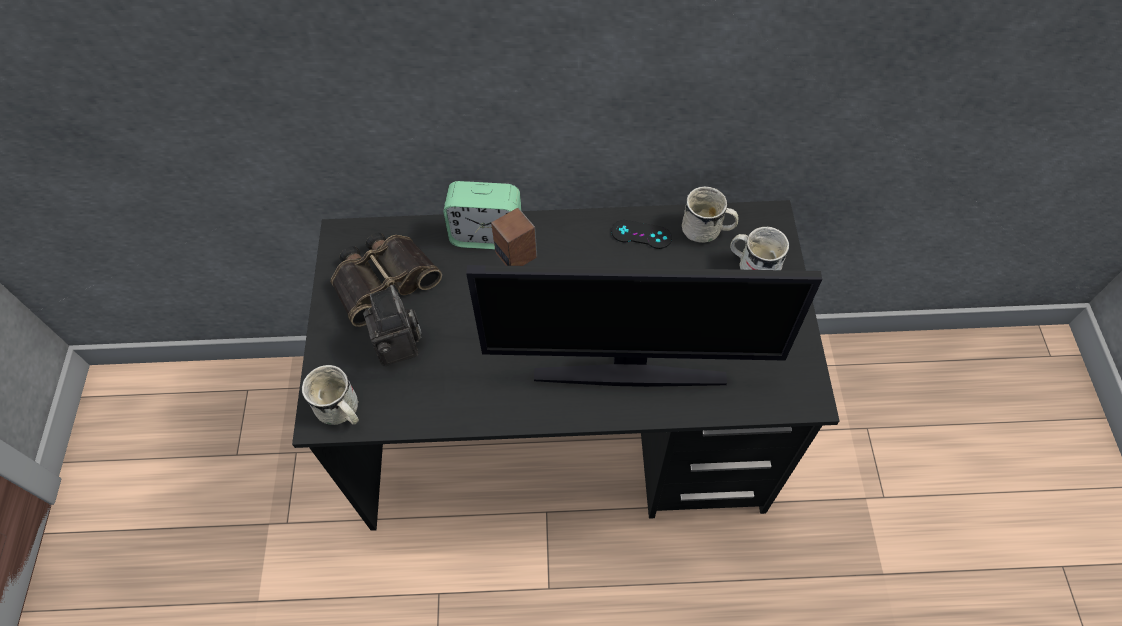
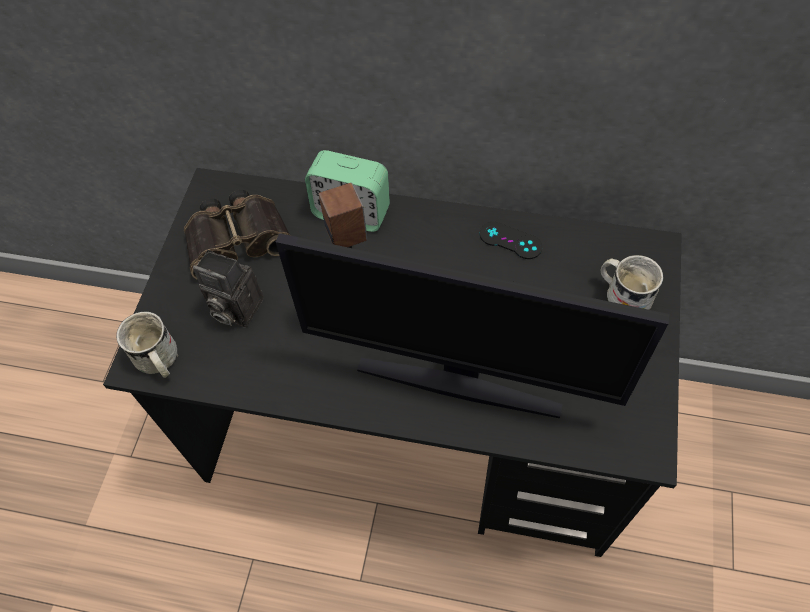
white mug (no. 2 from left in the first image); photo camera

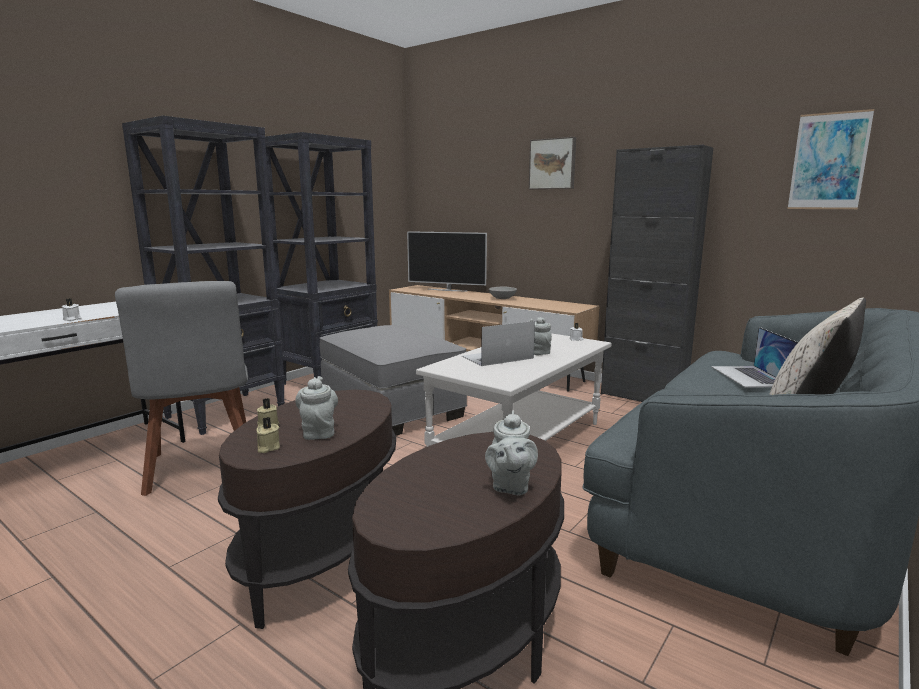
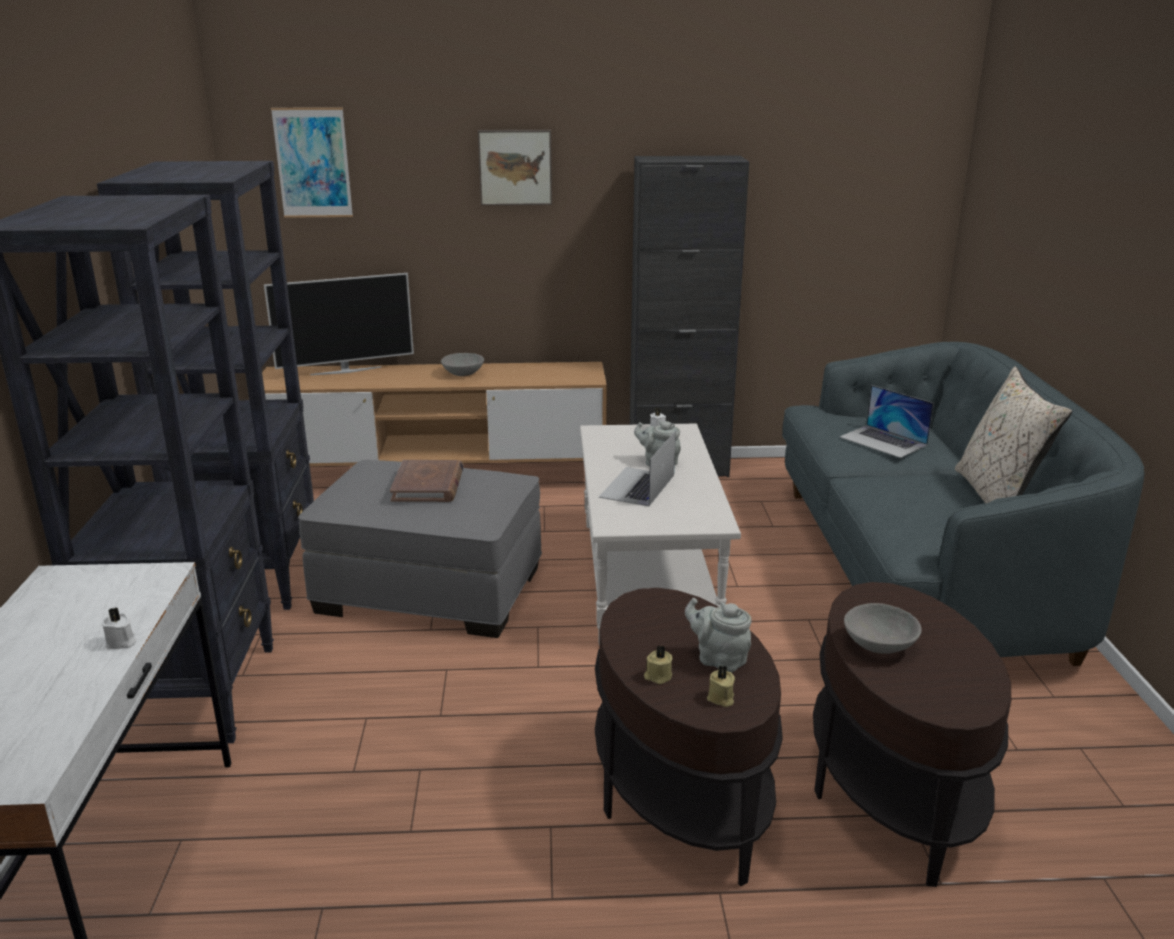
picture (no. 1 from left); grey chair; grey teapot (no. 2 from left in the first image); brown book; grey bowl (no. 2 from left)

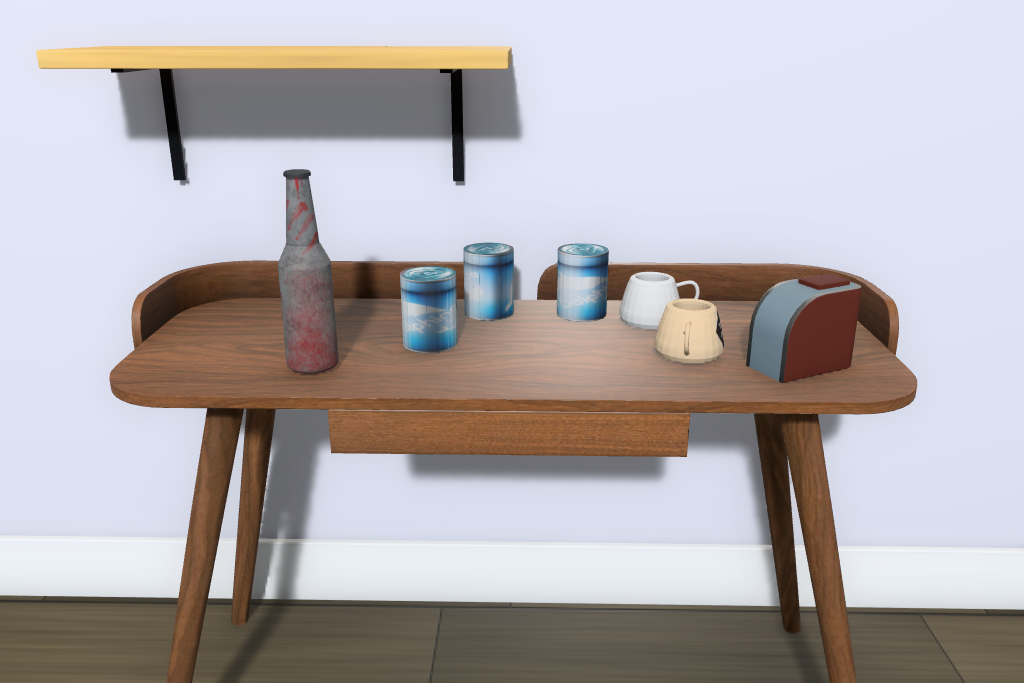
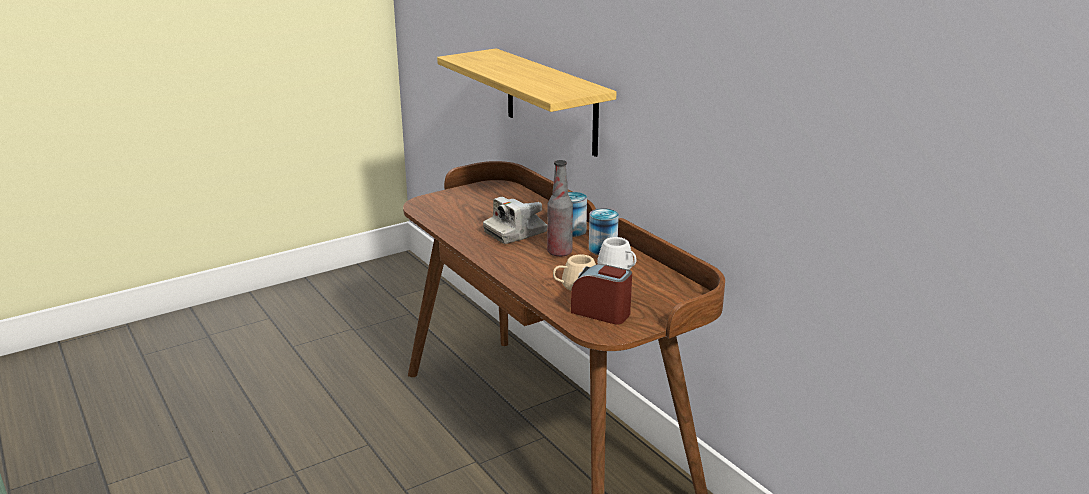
bottle; photo camera

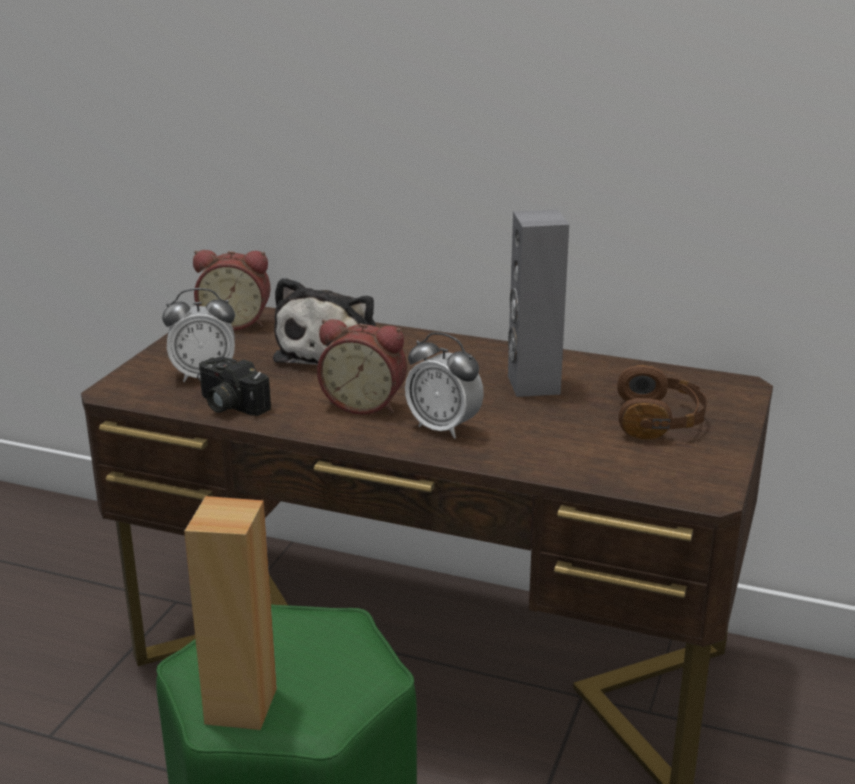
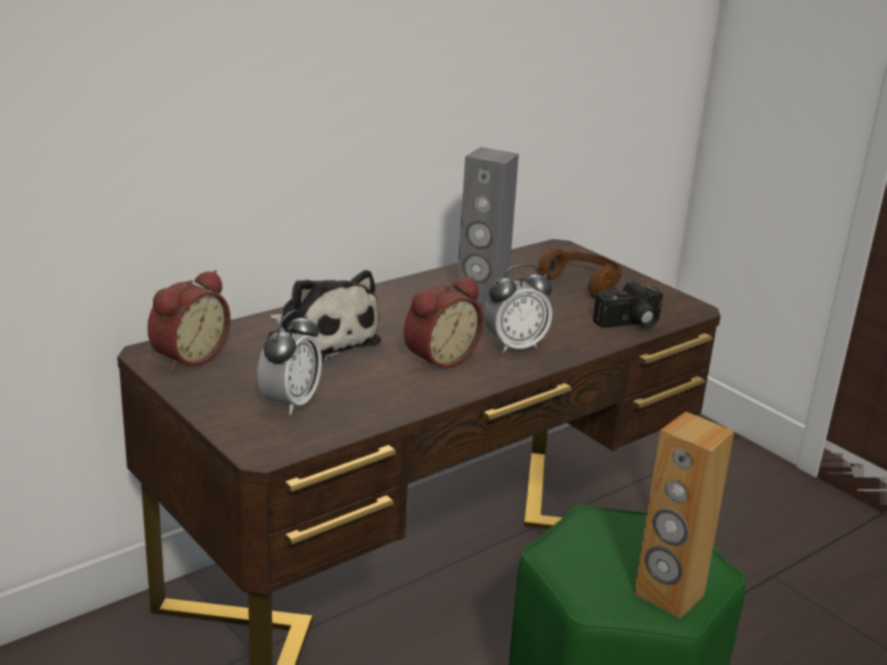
photo camera

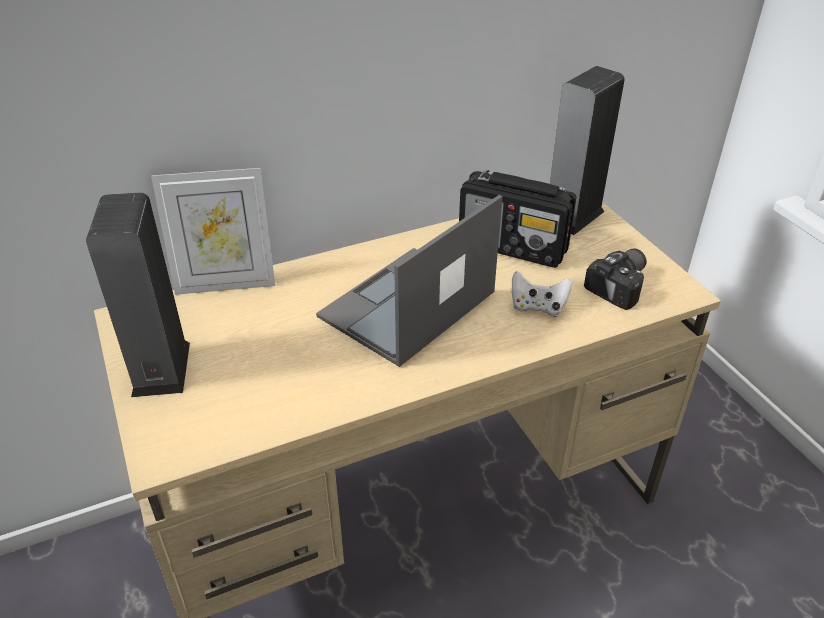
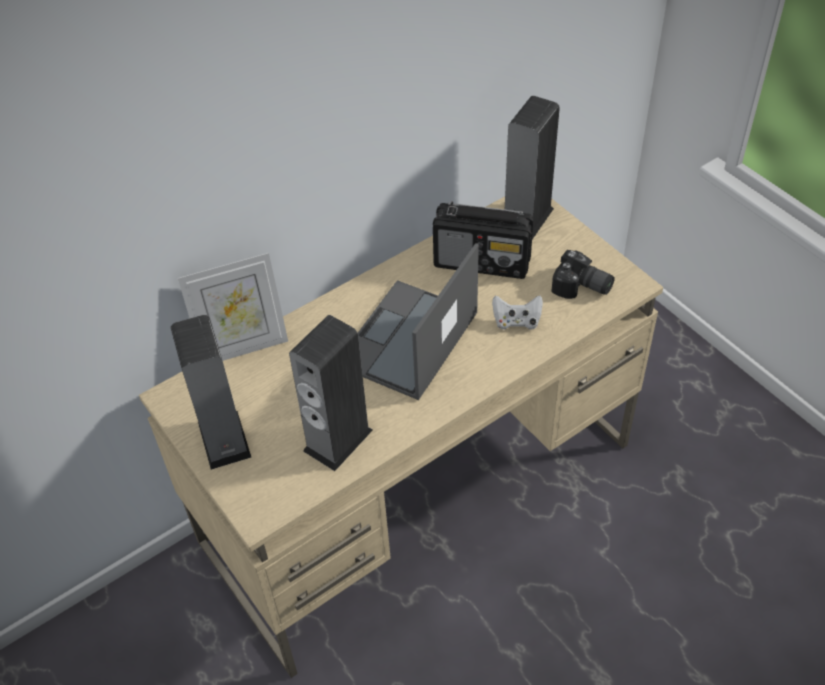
photo camera; speaker (no. 2 from left)

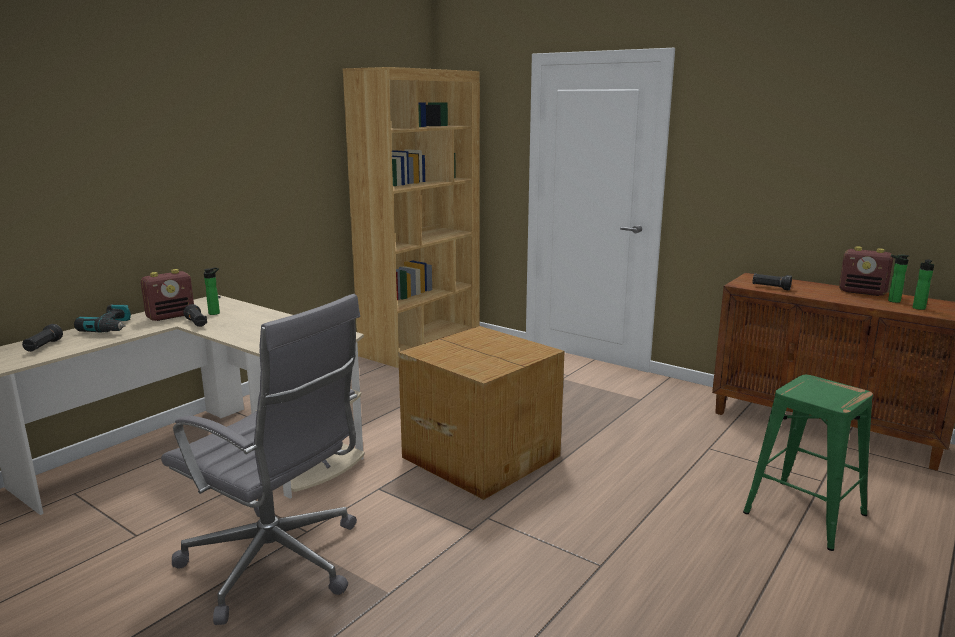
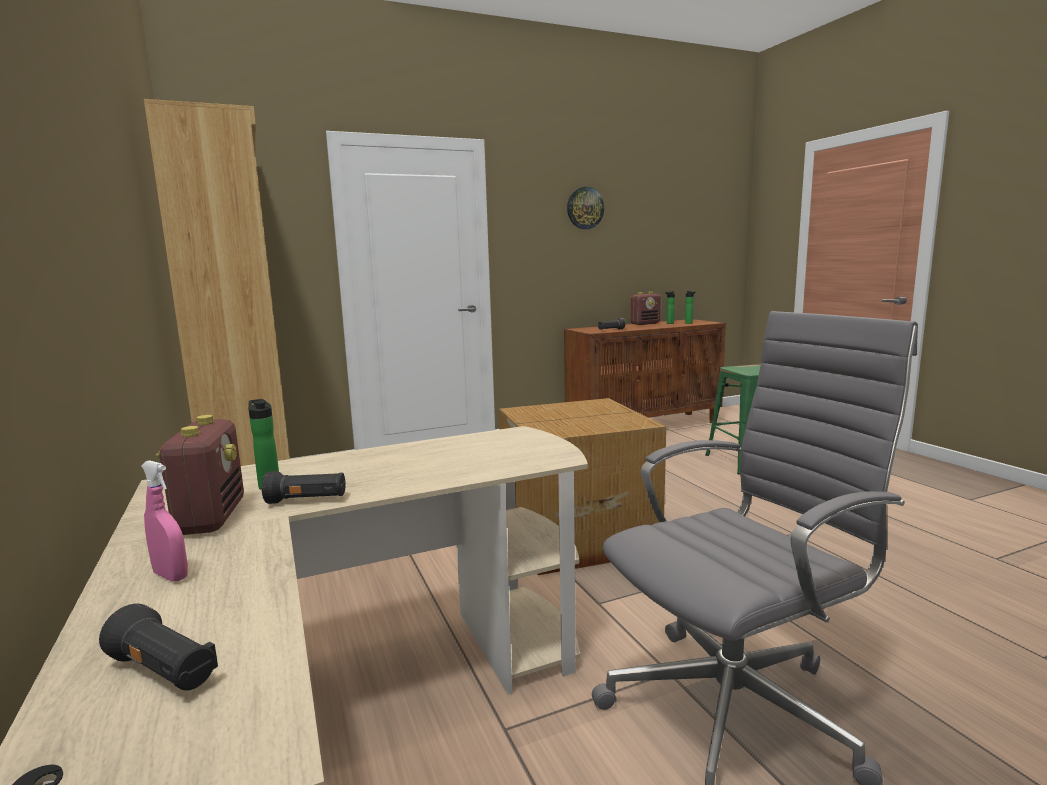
pink spray bottle; wall clock

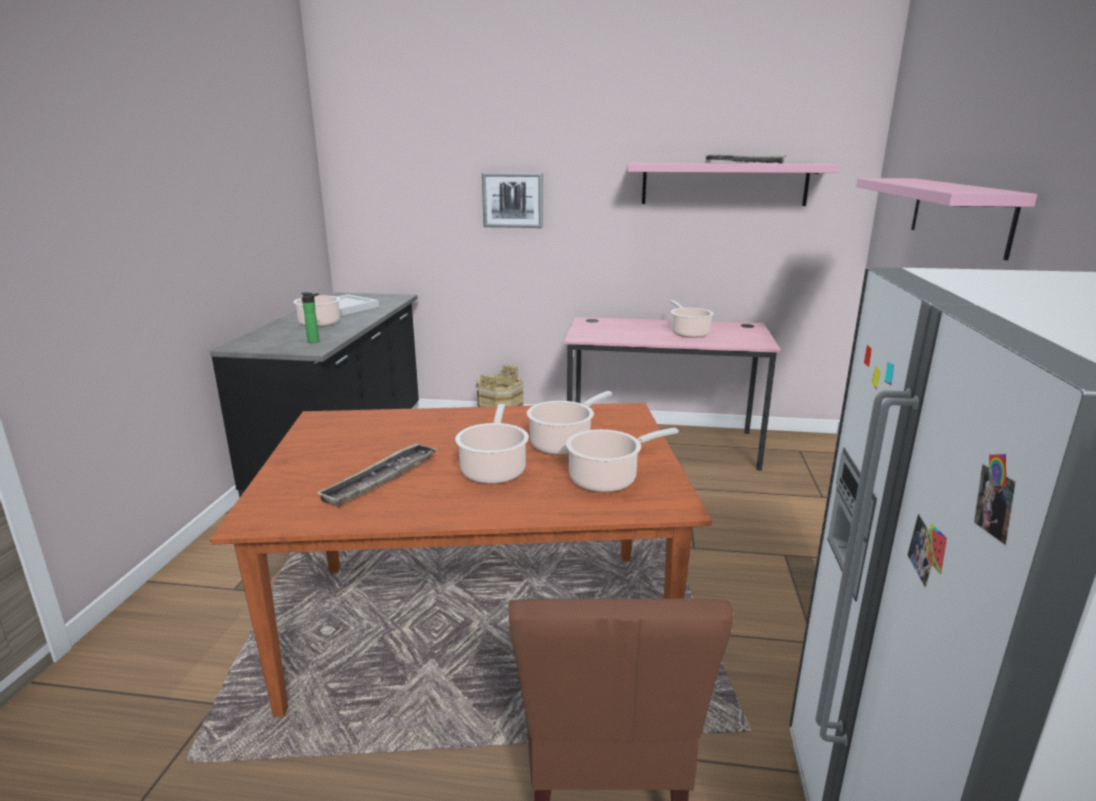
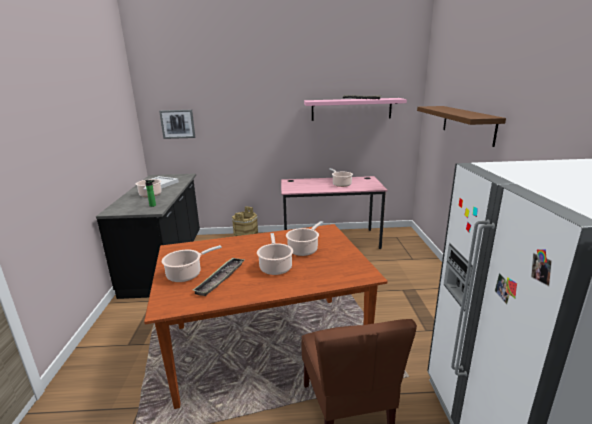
picture; brown shelf; cooking pot (no. 2 from left)

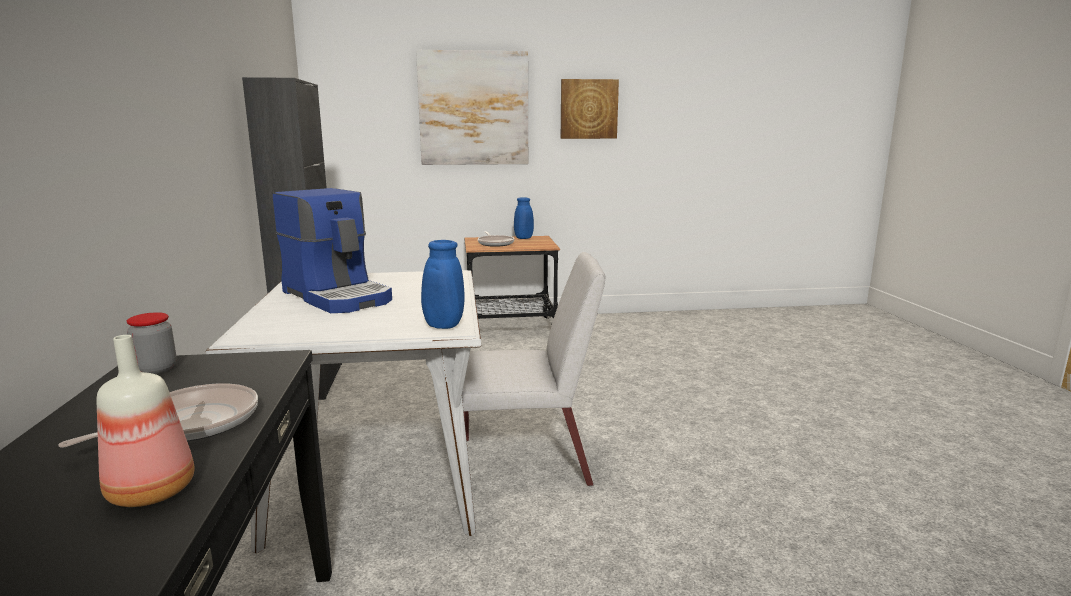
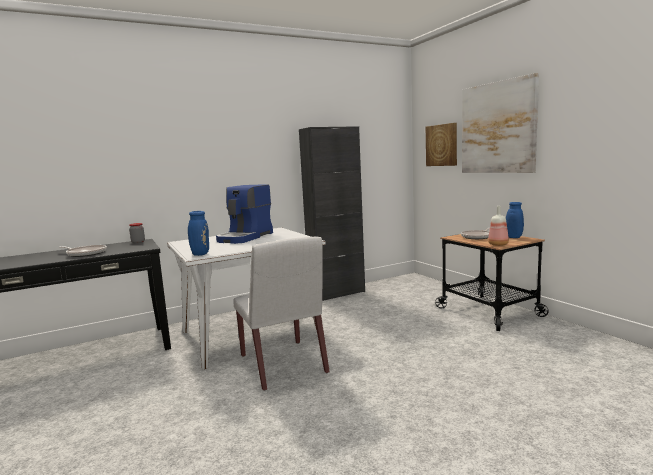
picture (no. 1 from left); bottle

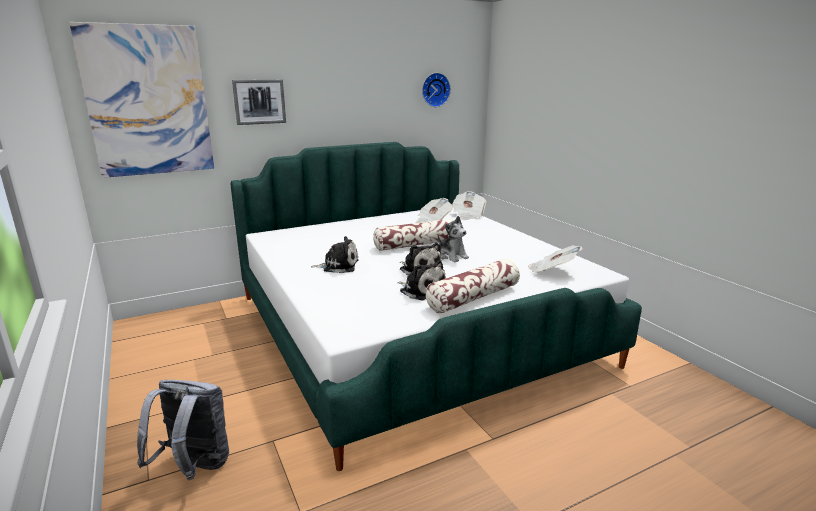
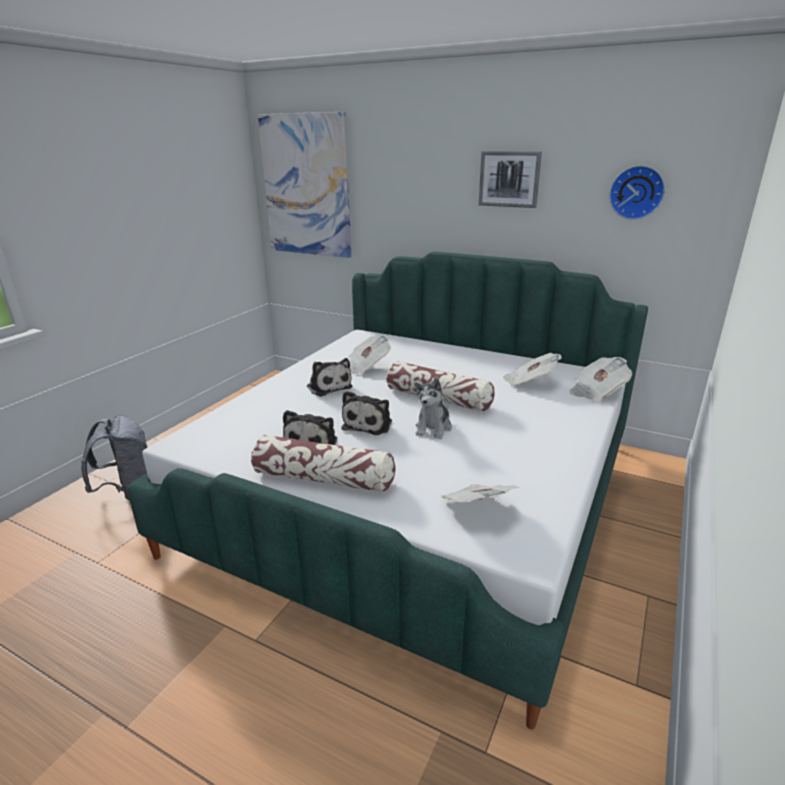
picture (no. 2 from left); newspaper (no. 1 from left)

